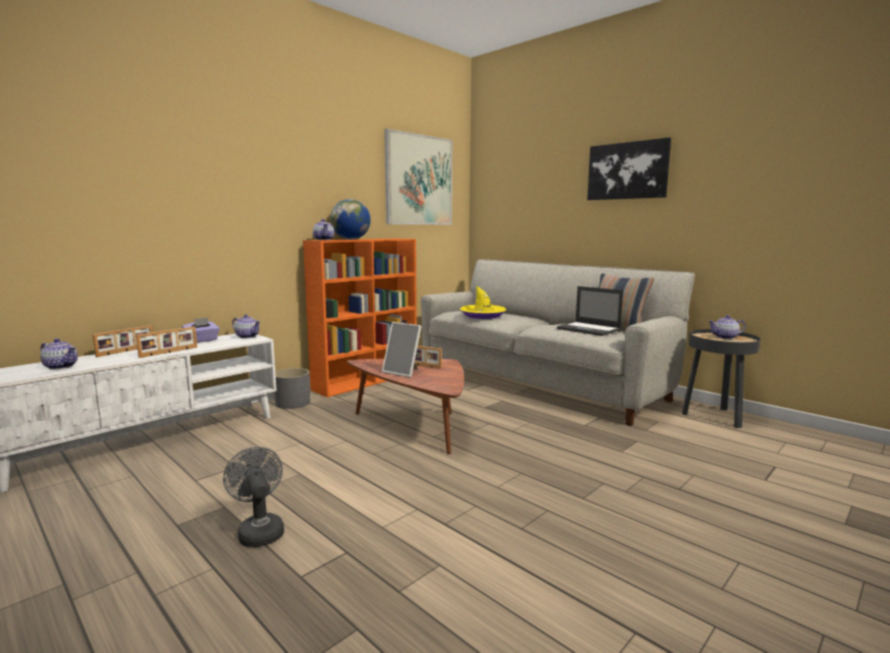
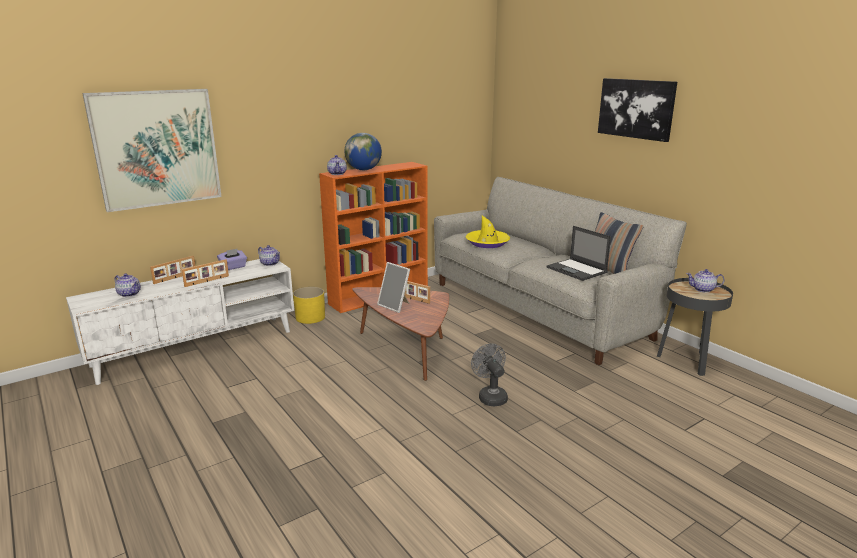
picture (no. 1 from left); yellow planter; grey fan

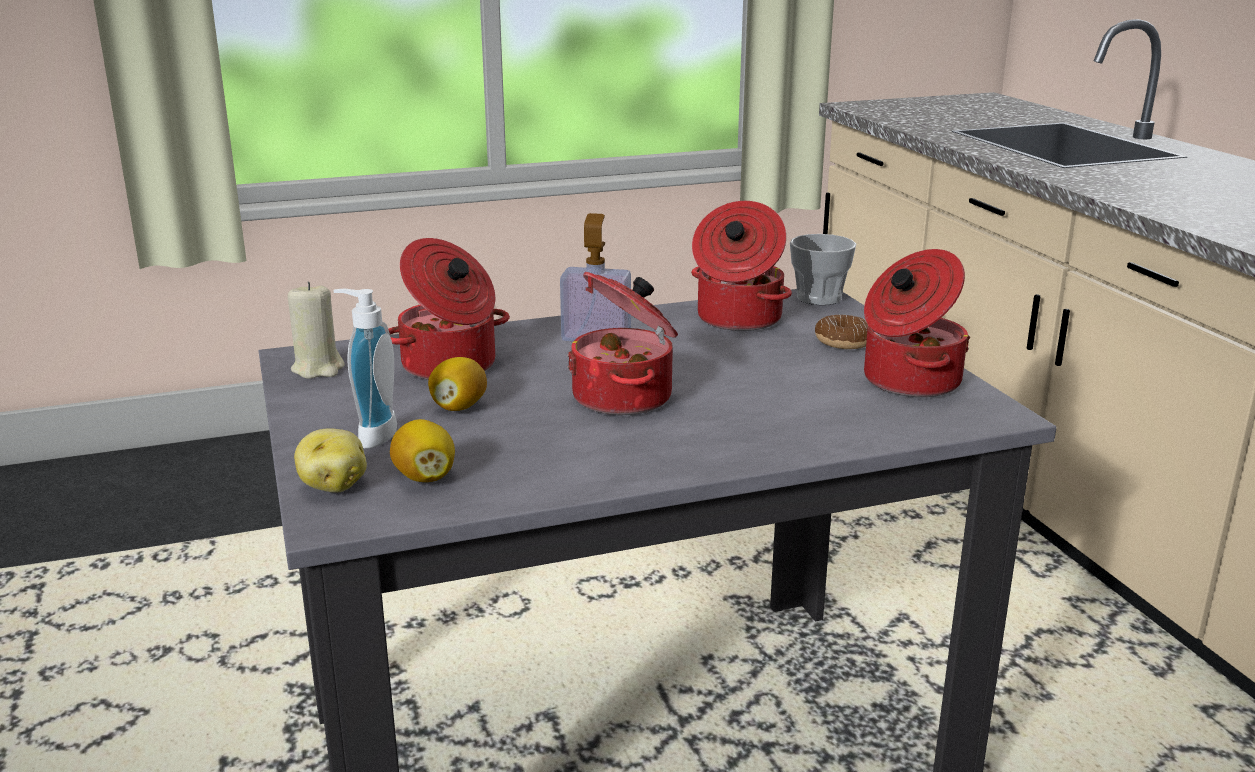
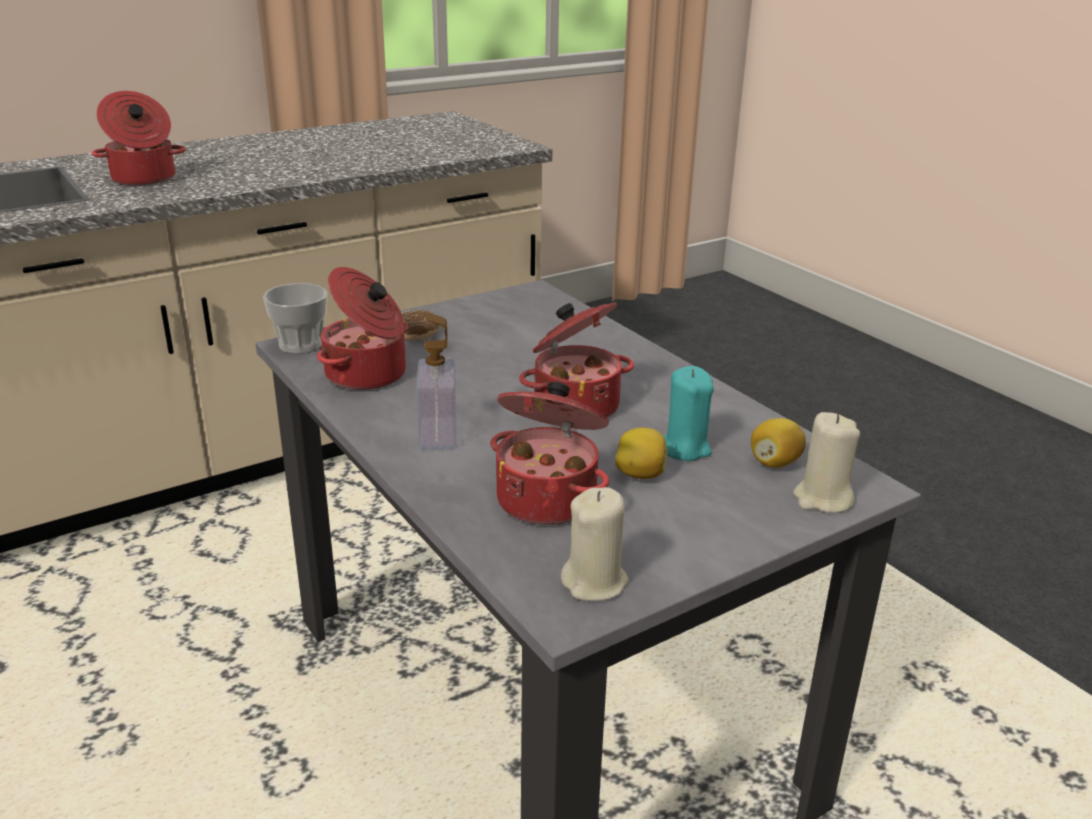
cooking pot (no. 1 from left); soap dispenser (no. 1 from left in the first image); beige candle (no. 2 from left); turquoise candle

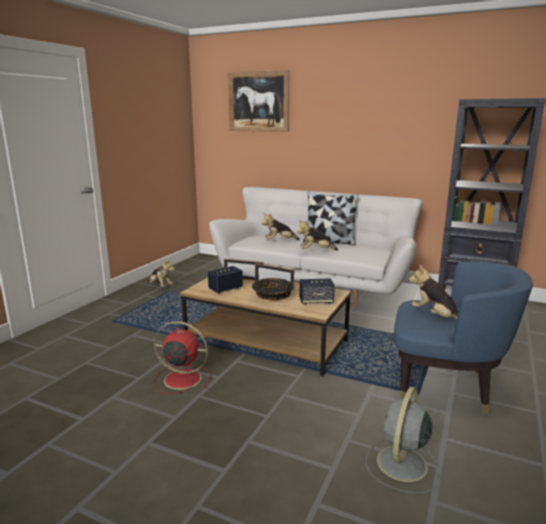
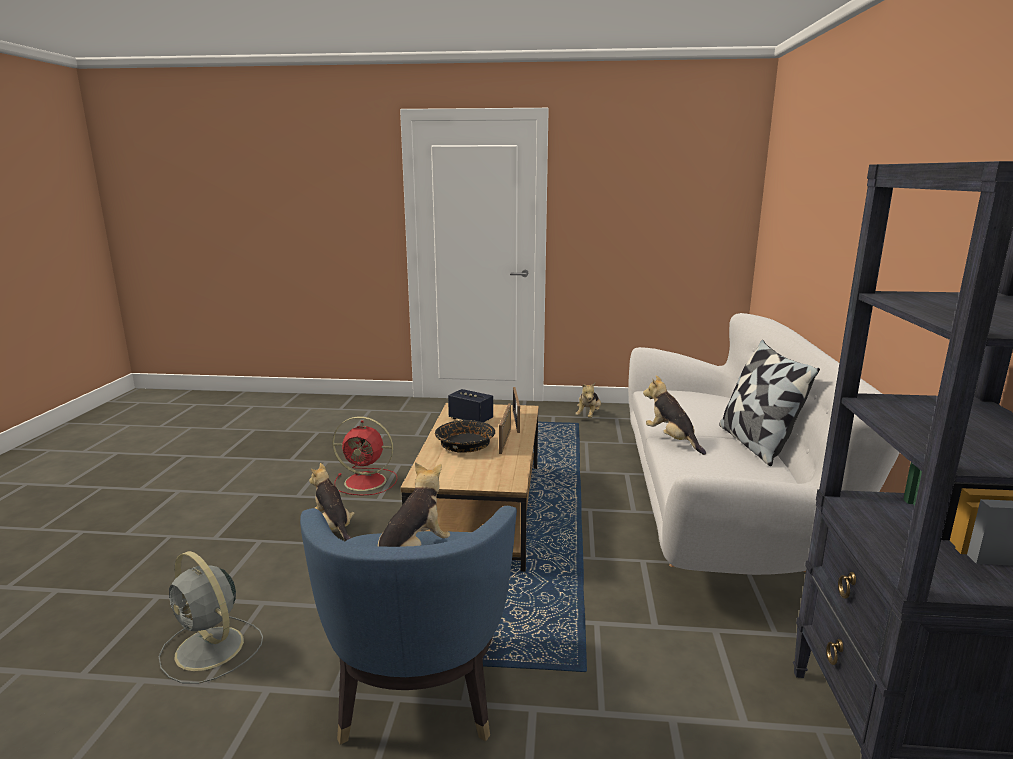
picture; plush toy (no. 1 from left); speaker (no. 2 from left in the first image); red fan; grey fan

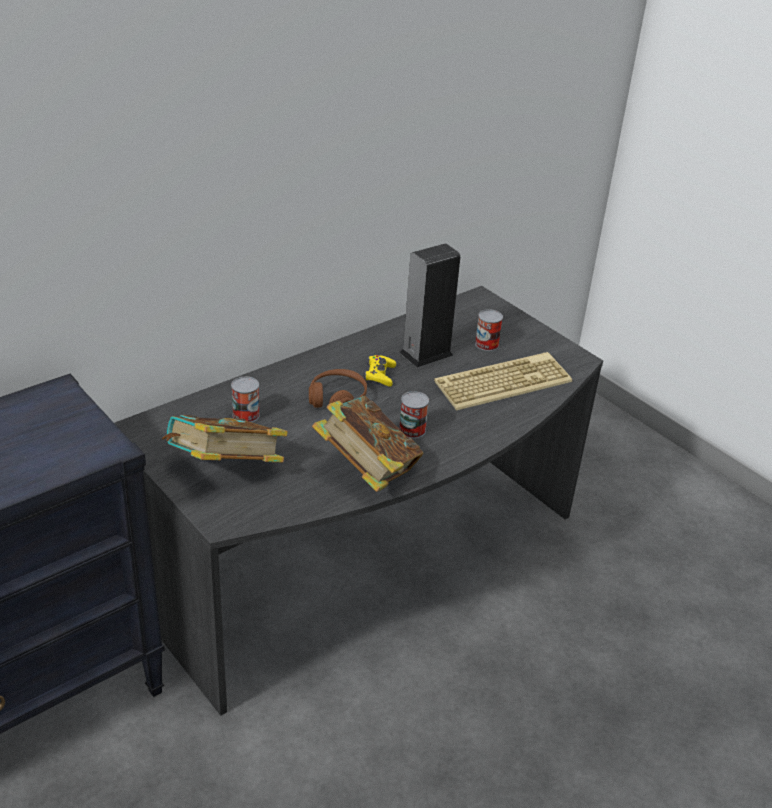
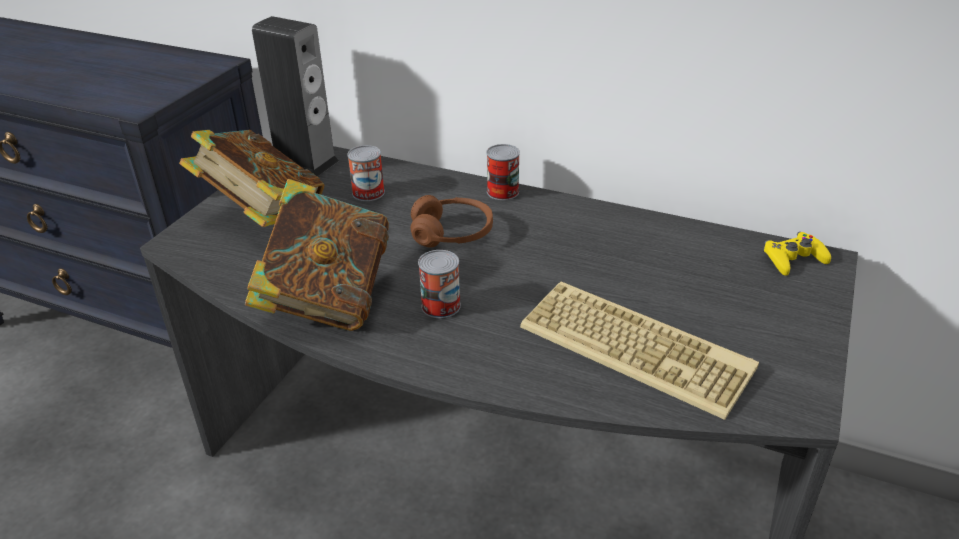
speaker; can (no. 3 from left); yellow game controller

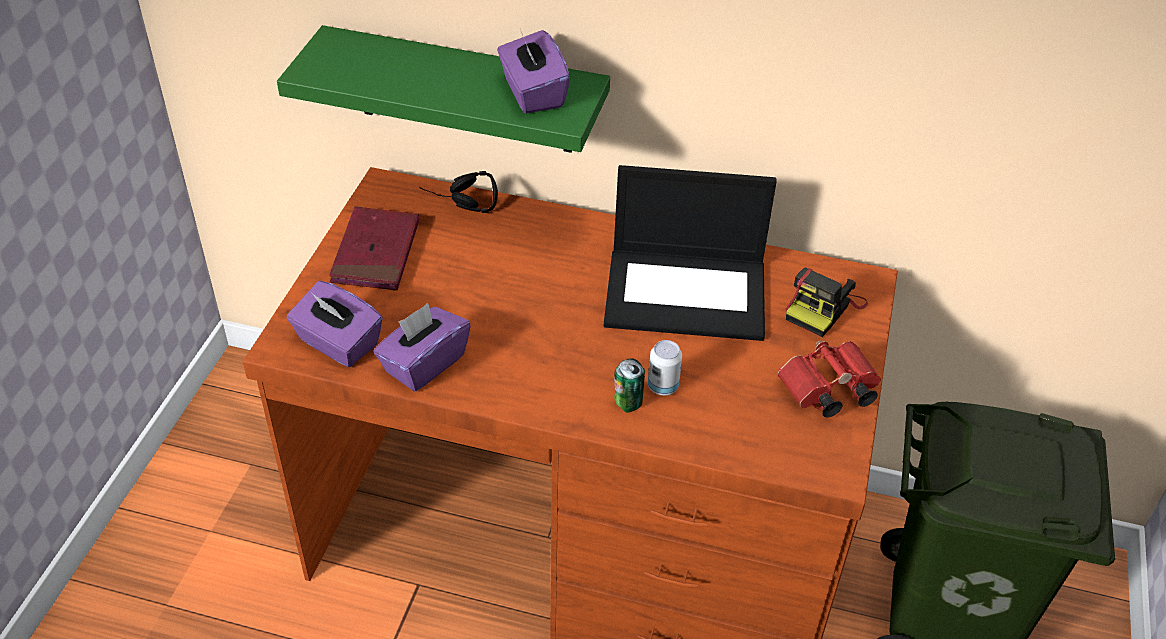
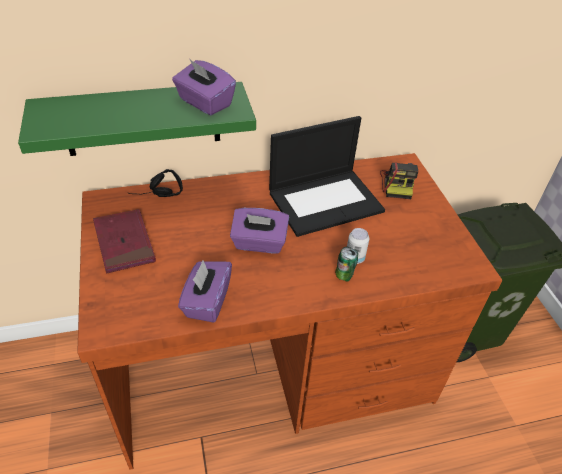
purple tissue box (no. 3 from left); red binoculars

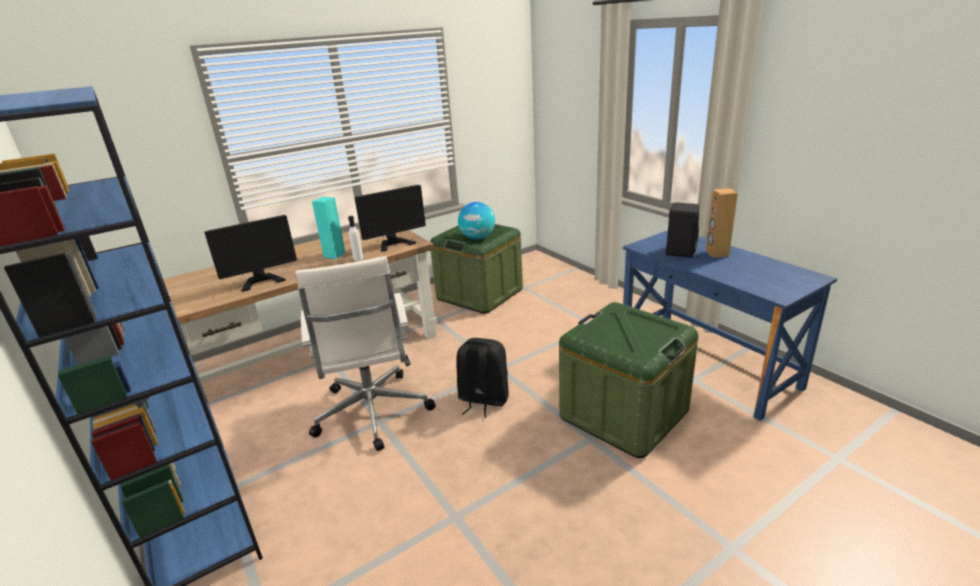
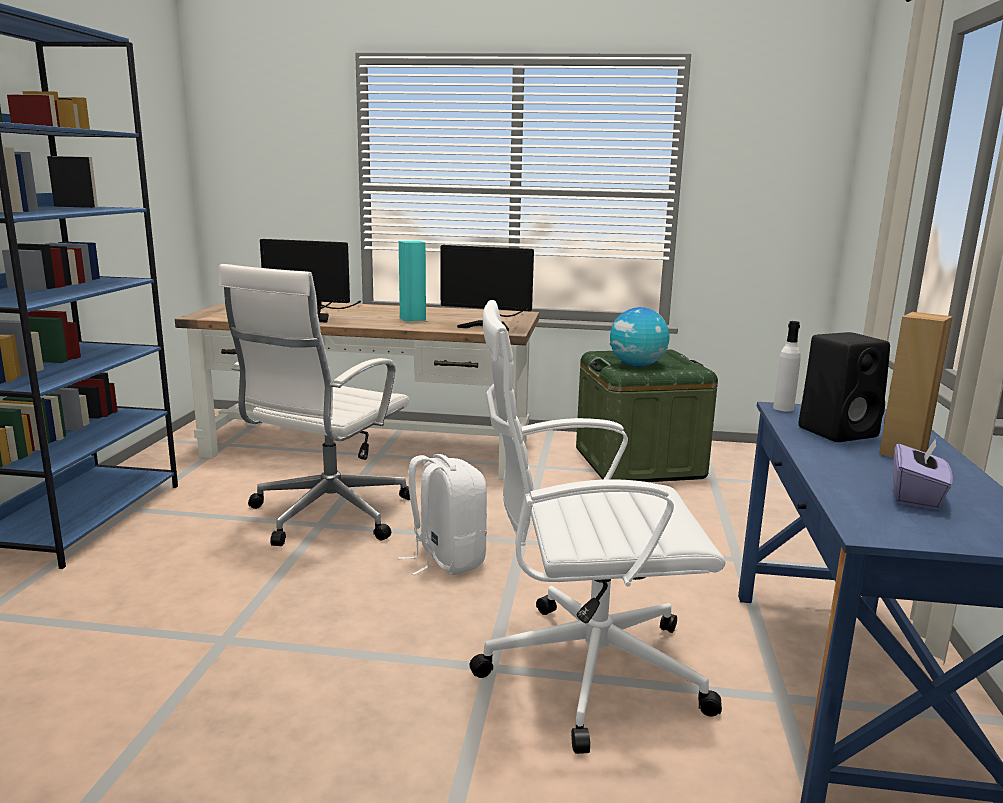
white bottle; white office chair (no. 2 from left); white backpack; purple tissue box

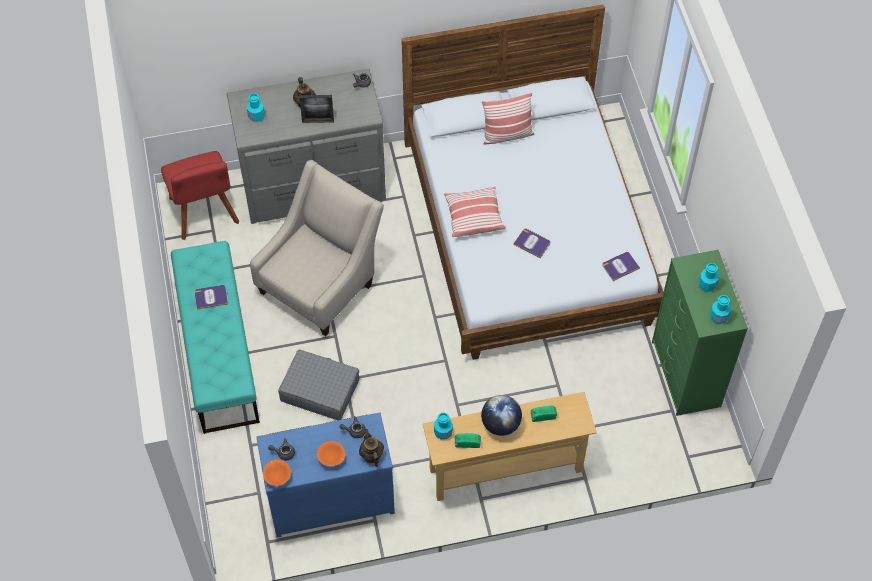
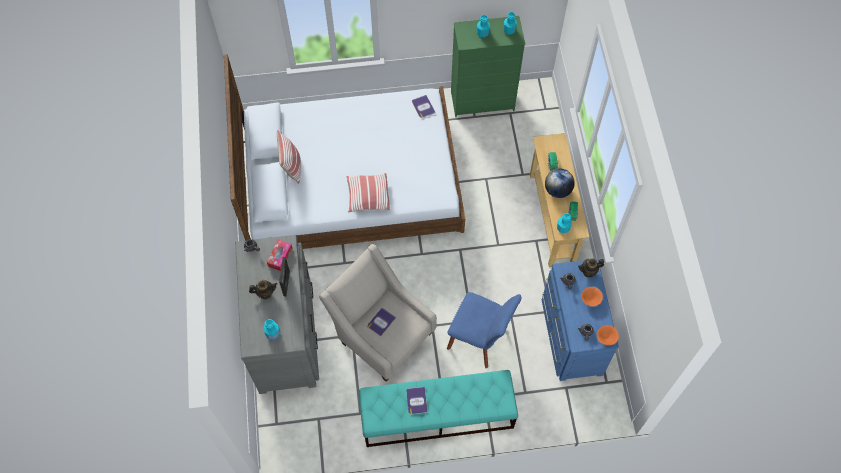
red chair; book (no. 1 from left); blue chair; tissue box

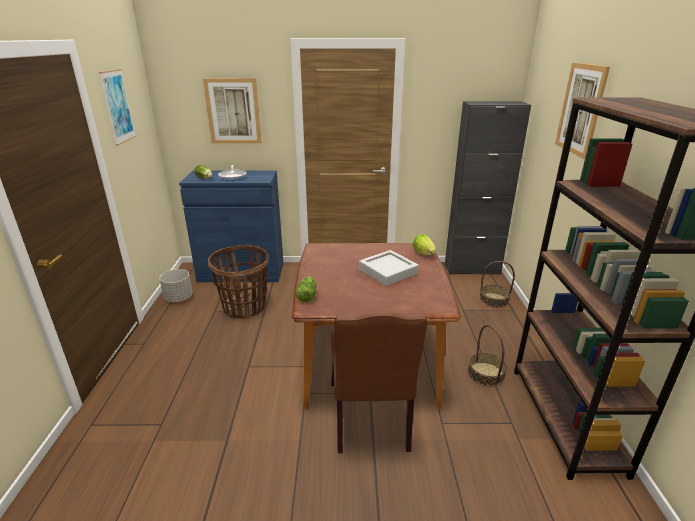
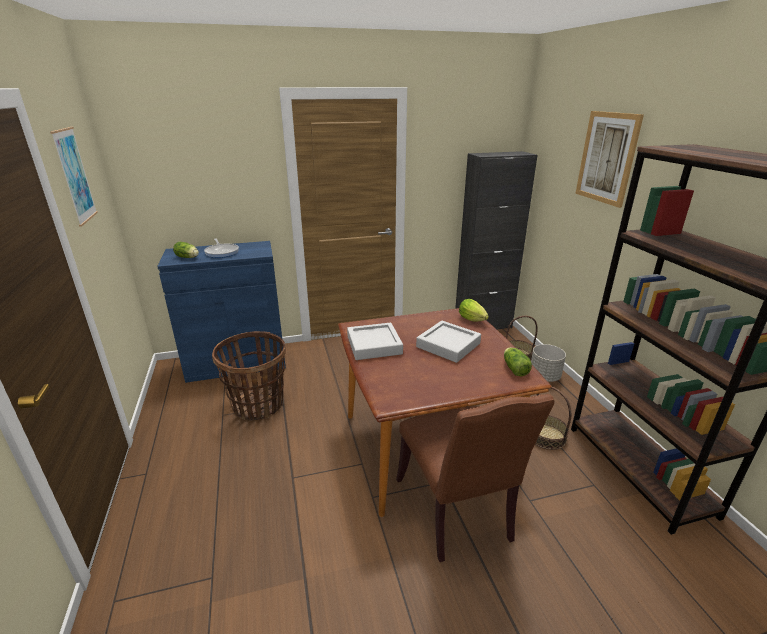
picture (no. 2 from left in the first image); grey planter; lettuce (no. 3 from left); grey tray (no. 1 from left)

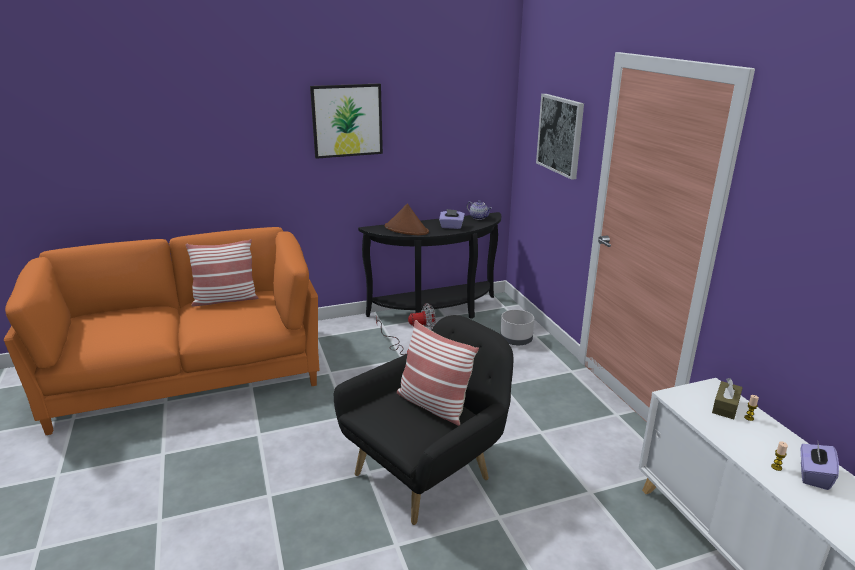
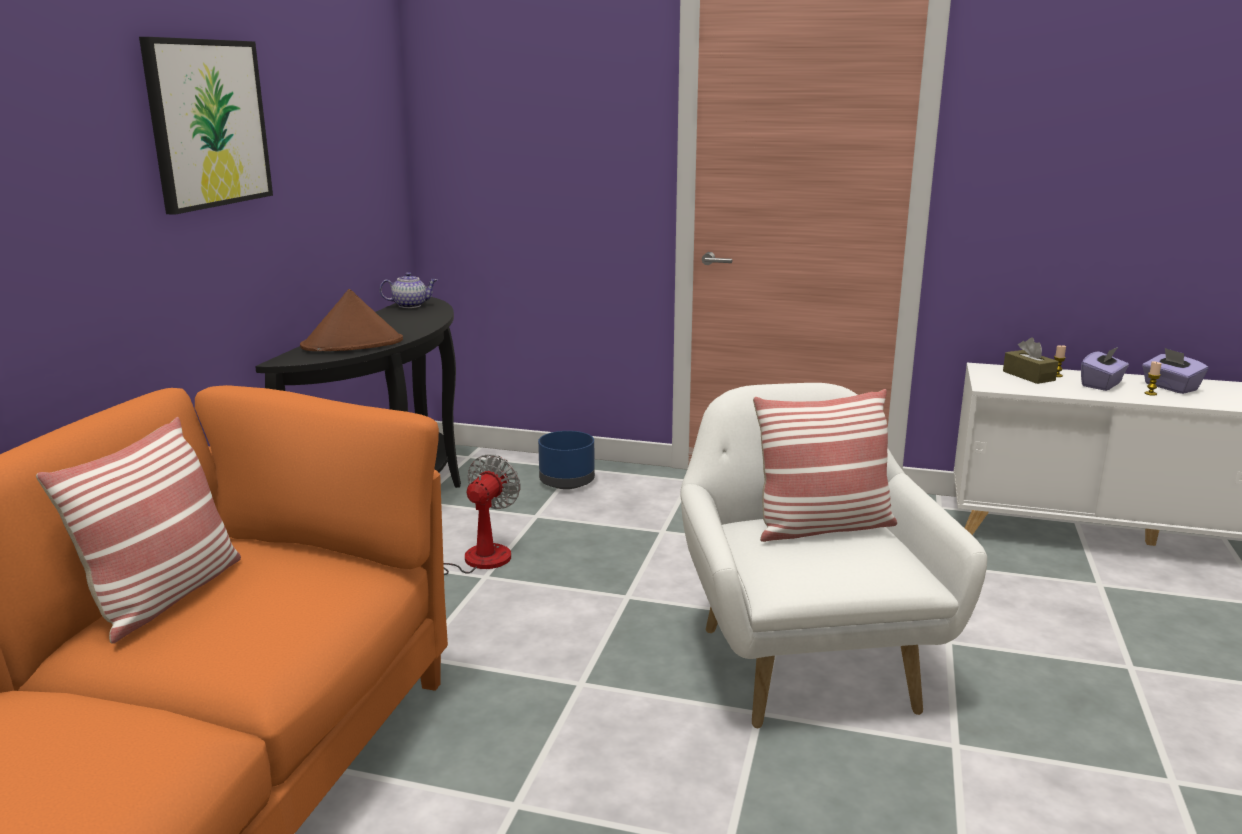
picture (no. 2 from left in the first image); purple tissue box (no. 1 from left); blue planter; white armchair

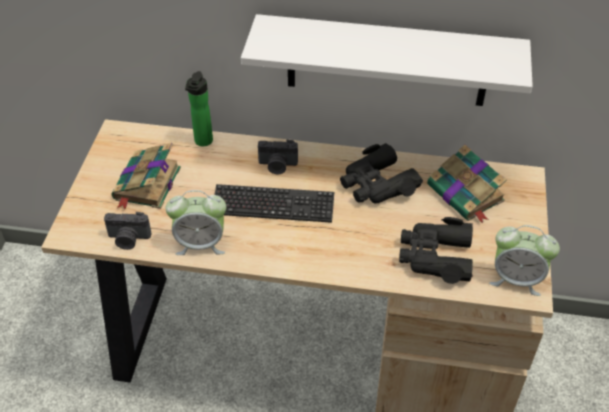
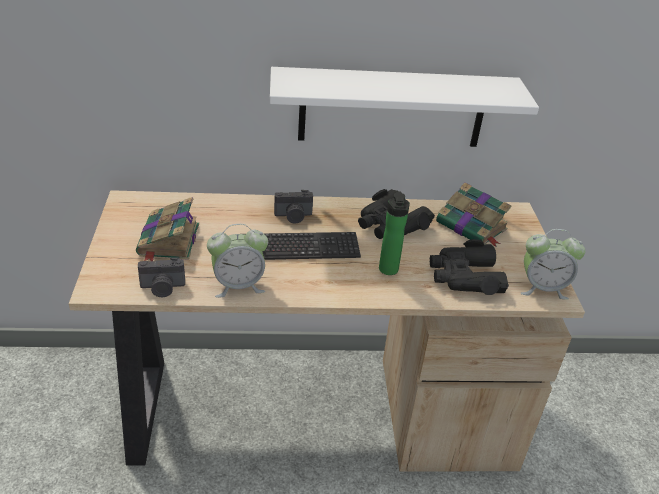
bottle

